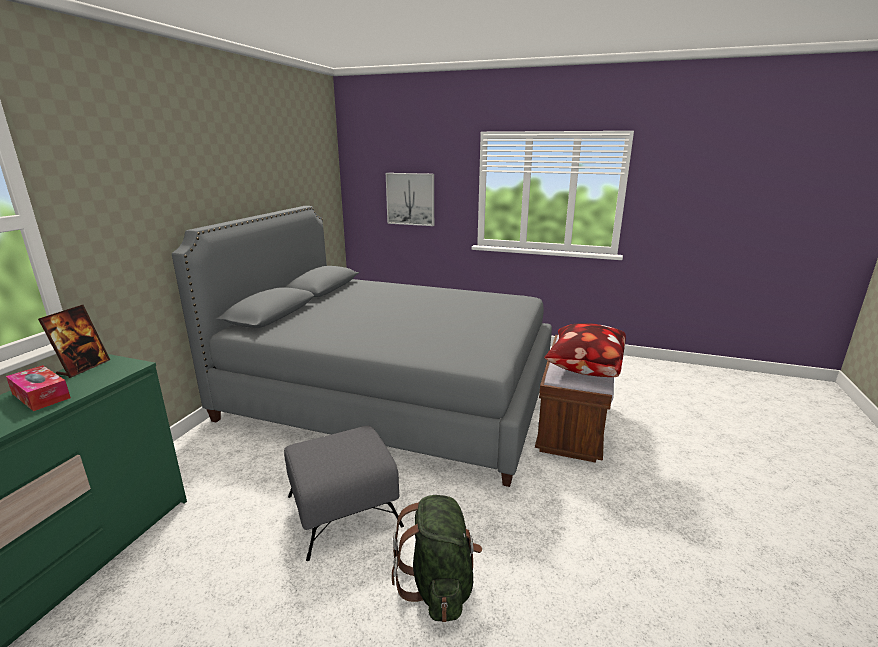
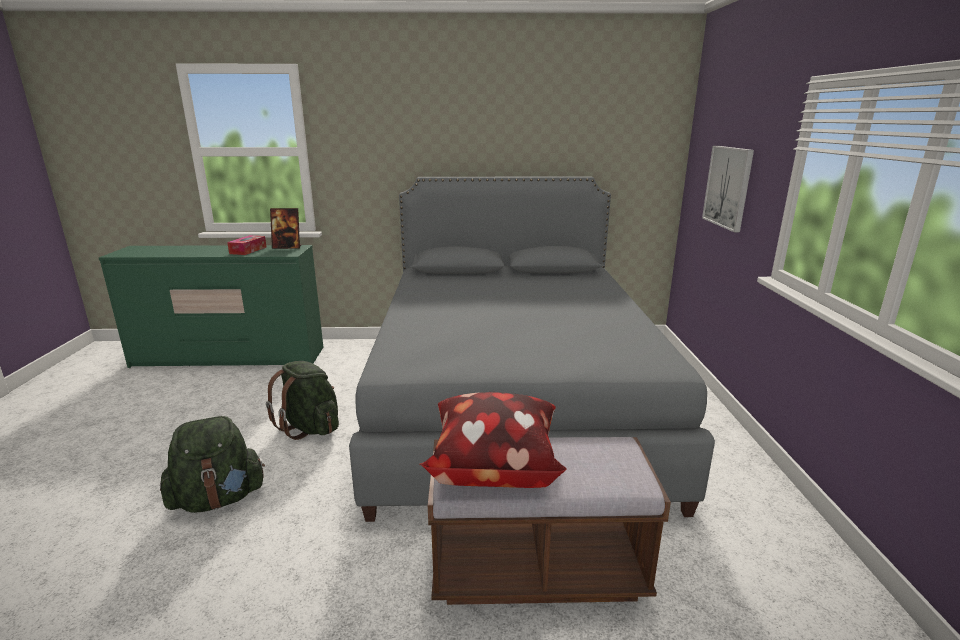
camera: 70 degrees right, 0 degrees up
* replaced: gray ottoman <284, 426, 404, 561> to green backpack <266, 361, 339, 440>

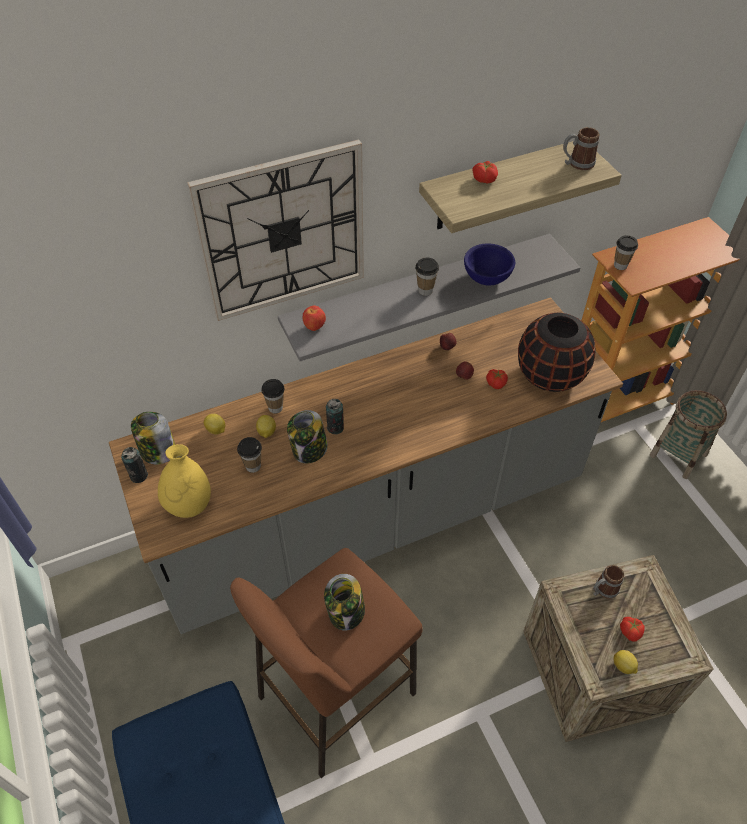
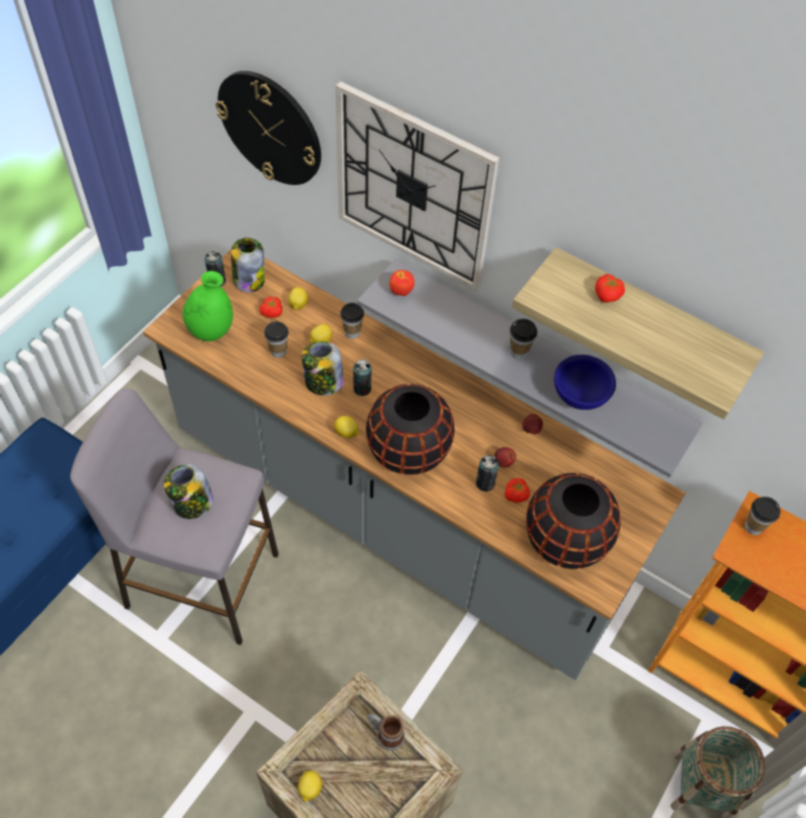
camera: 55 degrees right, 5 degrees up
* removed: tea mug <563, 127, 599, 170>
* added: hanging clock <216, 71, 321, 185>
* added: whole lemon <334, 416, 359, 438>
* added: black vase <366, 384, 455, 475>
* added: metal can <476, 455, 499, 492>
* moved: whole tomato <620, 617, 645, 642> to <260, 297, 282, 318>
* recoloured: yellow vase <158, 444, 211, 518> to green vase <183, 271, 233, 341>
* recoloured: brown stool seat <230, 548, 423, 778> to gray stool seat <70, 389, 279, 645>

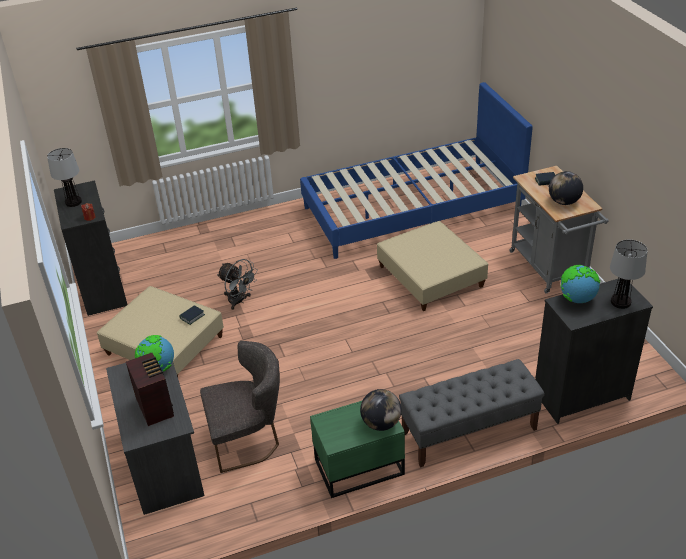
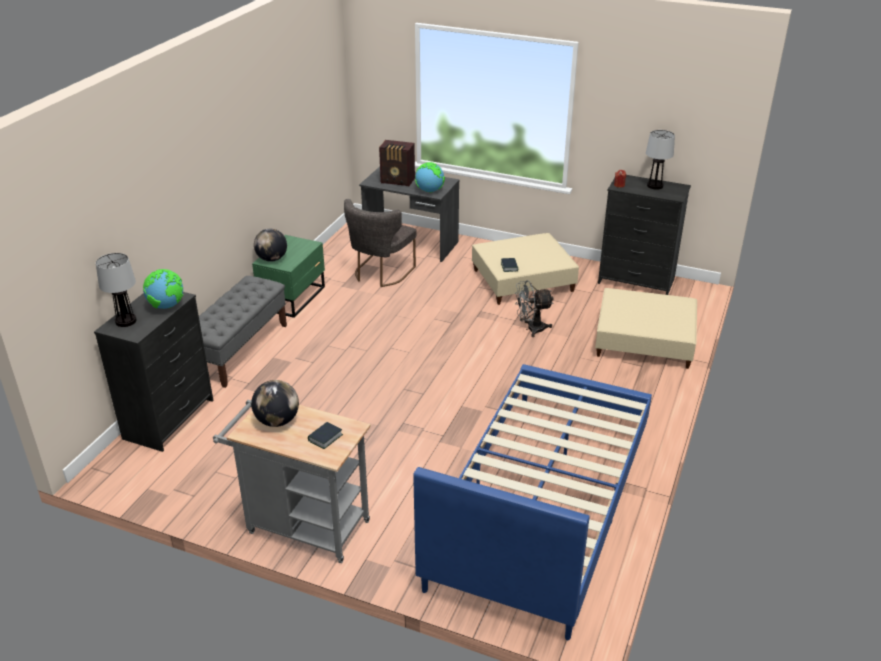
camera: 130 degrees right, 5 degrees down
* moved: sand-coloured ottoman <377, 221, 488, 311> to <595, 288, 697, 369>

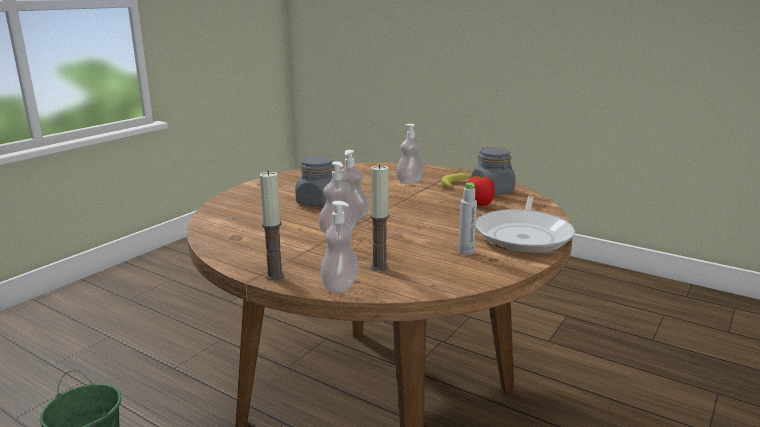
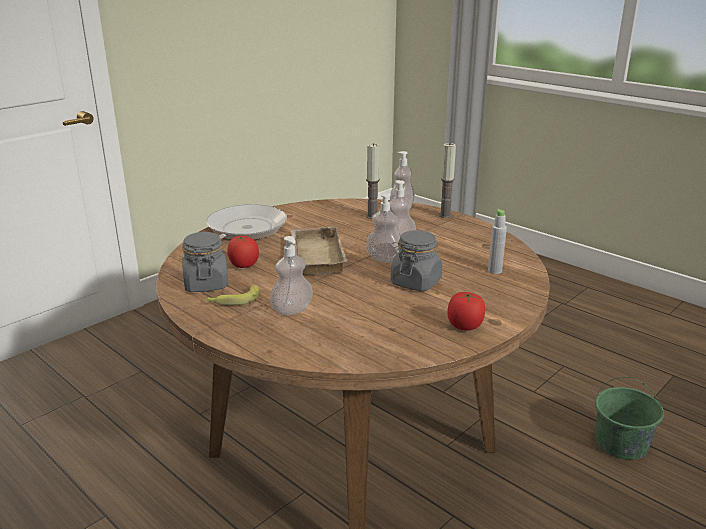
camera: 170 degrees left, 5 degrees up
* added: sand-coloured serving tray <290, 226, 347, 275>
* added: whole tomato <447, 292, 485, 331>
* moved: gray drink bottle <458, 182, 477, 255> to <488, 209, 507, 274>

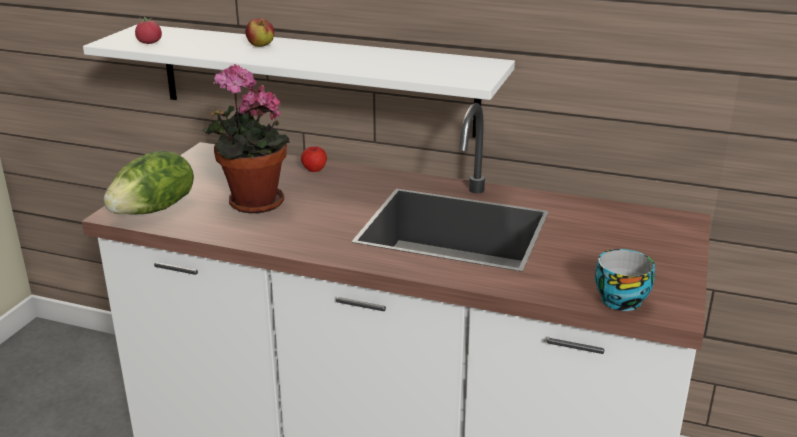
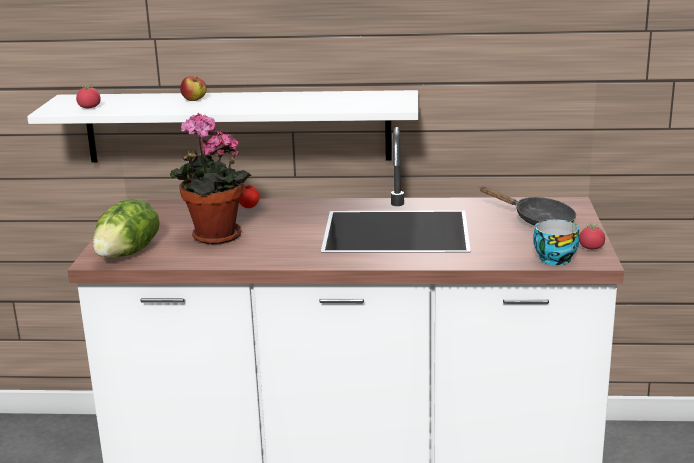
camera: 15 degrees left, 5 degrees down
* added: black frying pan <479, 186, 576, 226>
* added: whole tomato <579, 223, 605, 250>

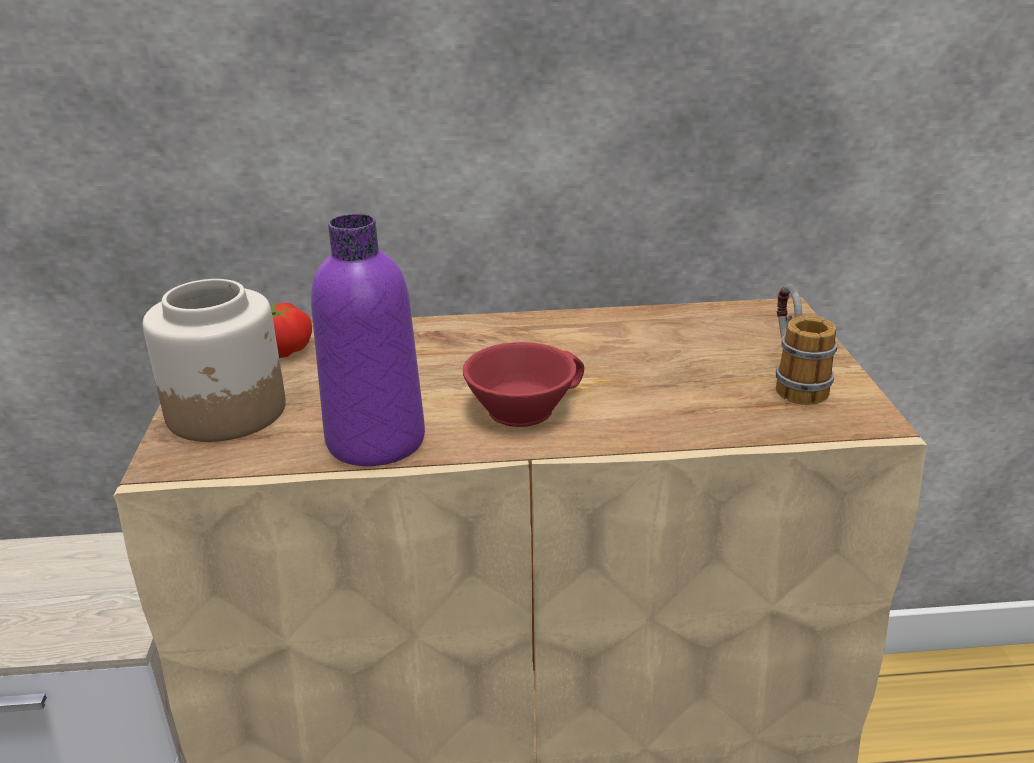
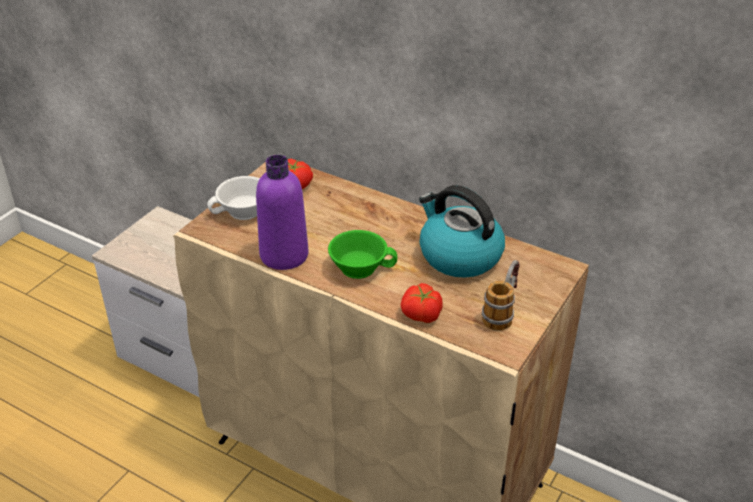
camera: 35 degrees right, 10 degrees up
* added: whole tomato <401, 283, 443, 323>
* added: kettle <419, 185, 505, 278>
* replaced: storage jar <143, 279, 286, 442> to white drinking cup <207, 176, 260, 220>
* recoloured: red drinking cup <463, 342, 584, 427> to green drinking cup <328, 230, 397, 279>

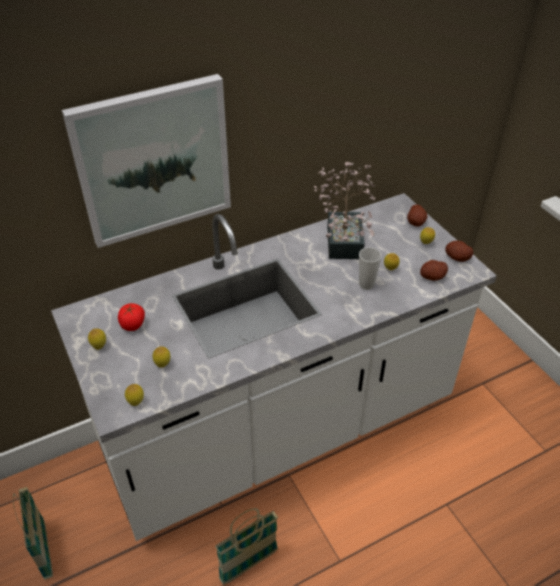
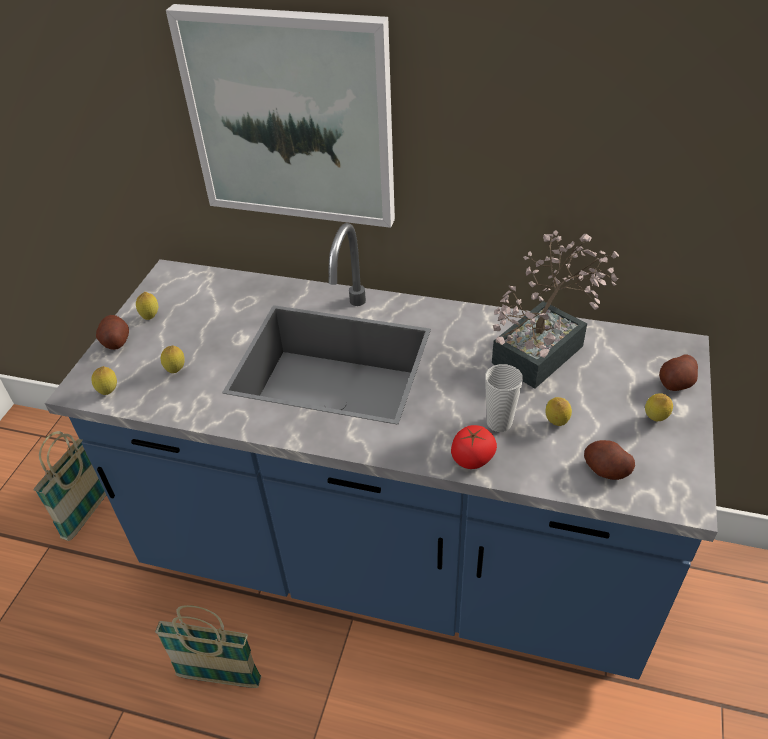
camera: 45 degrees right, 0 degrees up
* moved: whole tomato <118, 303, 145, 331> to <451, 425, 497, 469>
* moved: potato <445, 241, 473, 262> to <96, 315, 129, 350>
* recoloured: white counter <51, 193, 497, 541> to blue counter <45, 223, 718, 680>

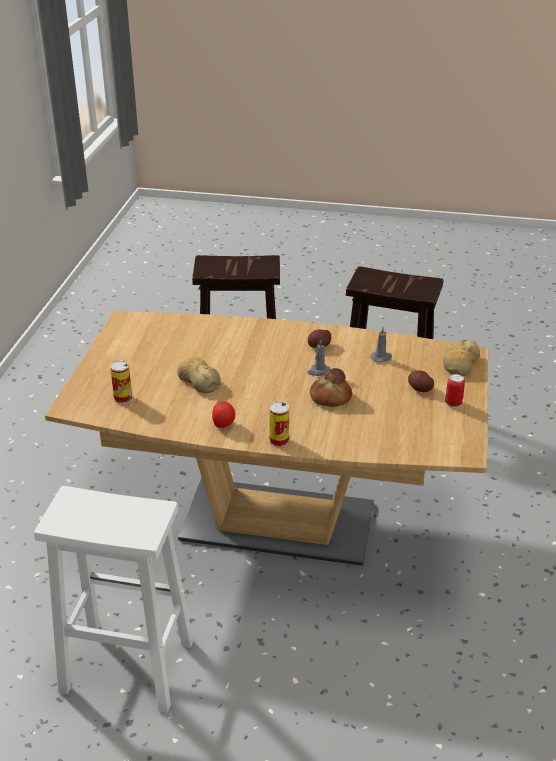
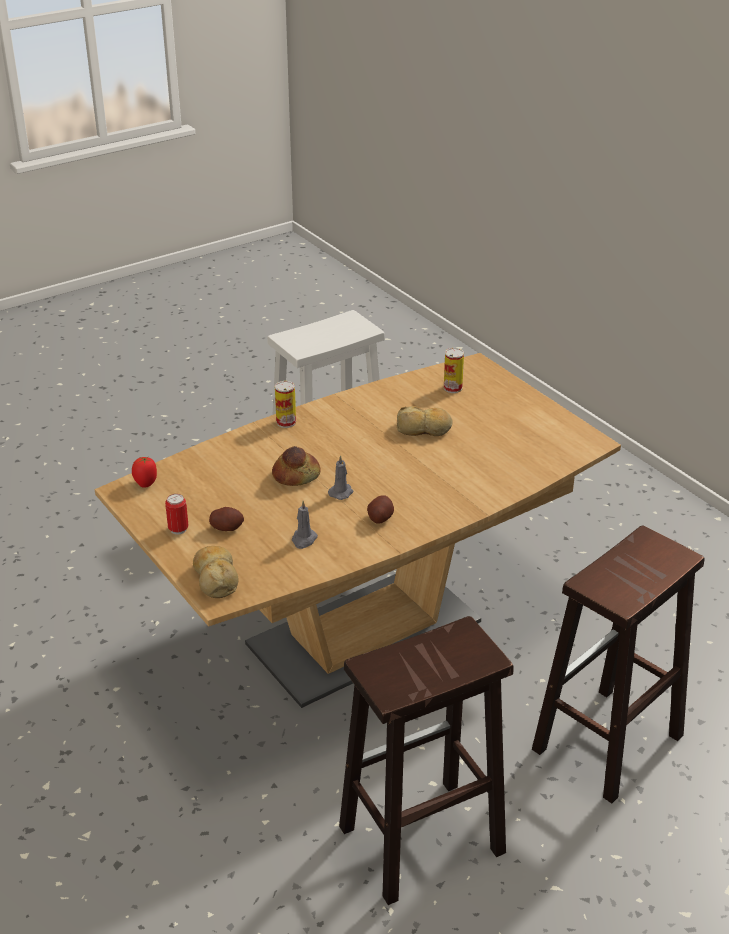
camera: 135 degrees right, 0 degrees up
* moved: whole tomato <212, 401, 235, 428> to <132, 456, 157, 488>

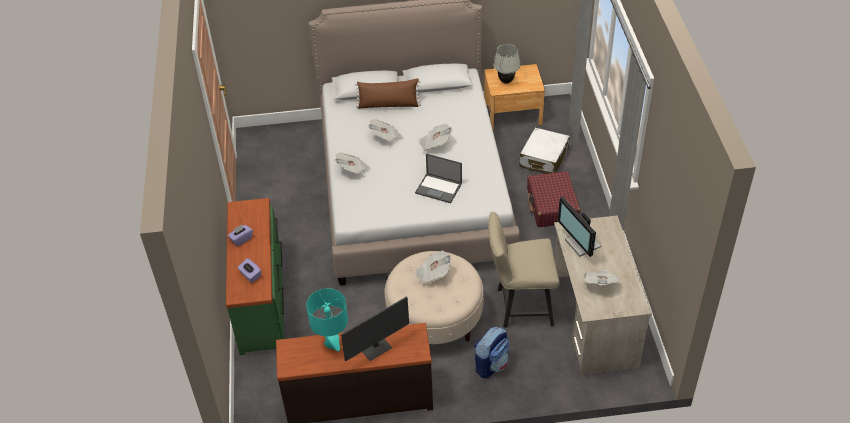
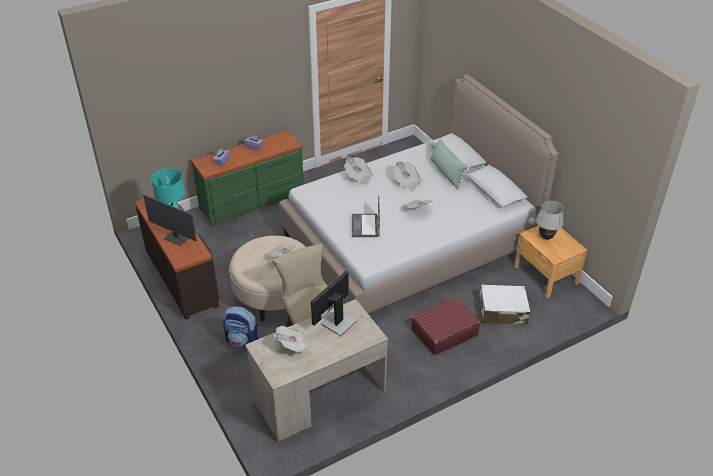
camera: 65 degrees right, 5 degrees down
* recoloured: brown throw pillow <355, 78, 421, 109> to green throw pillow <430, 138, 469, 189>

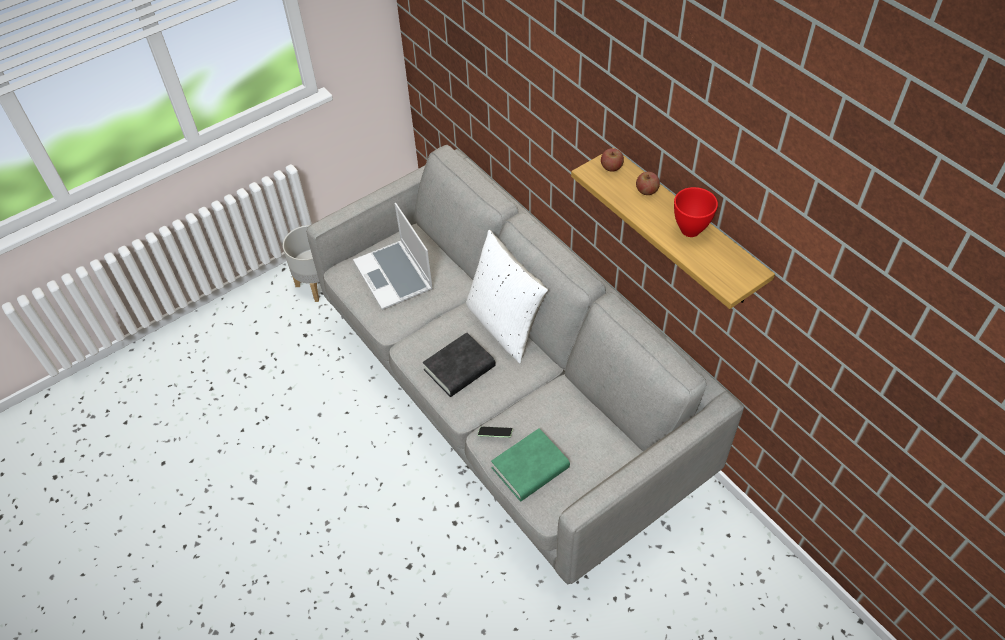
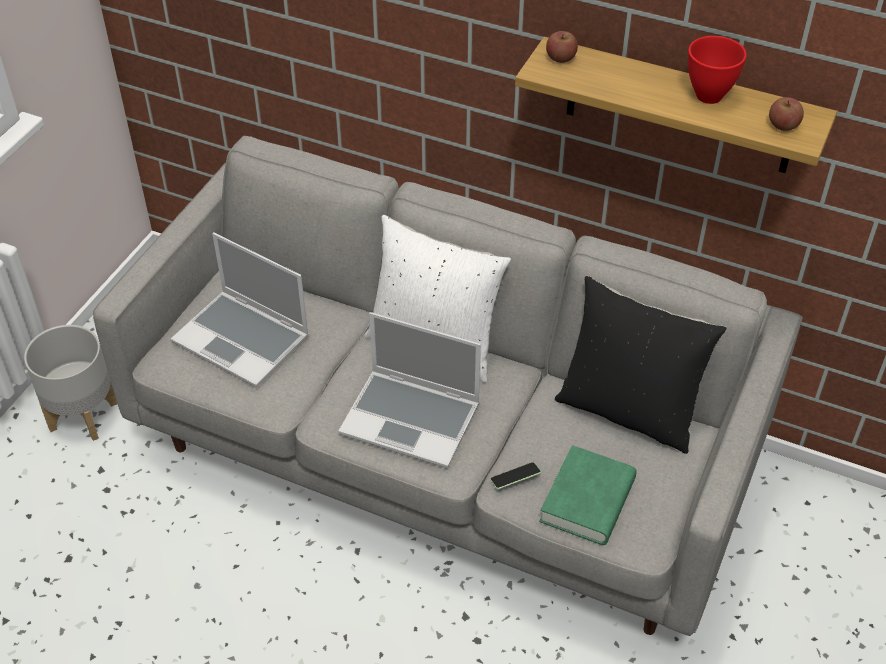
camera: 30 degrees left, 5 degrees down
* added: black throw pillow <555, 276, 727, 454>
* moved: apple fruit <636, 172, 660, 195> to <769, 97, 804, 131>
* replaced: black book <423, 332, 496, 397> to notebook computer <338, 312, 481, 468>

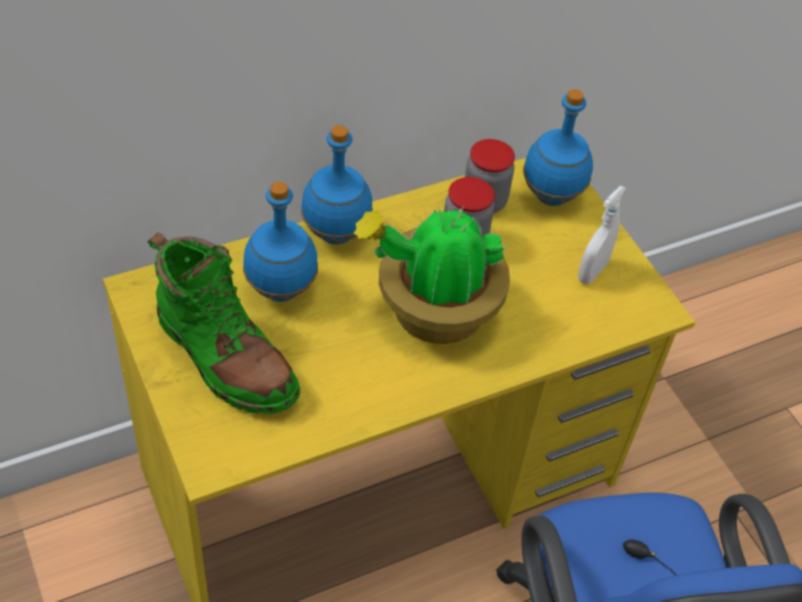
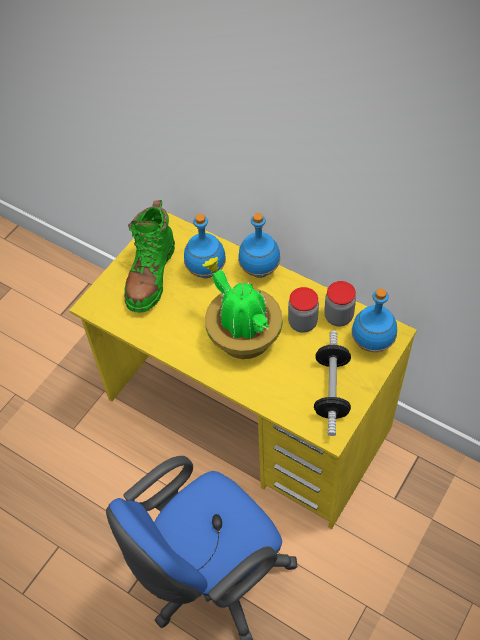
camera: 65 degrees right, 5 degrees up
* replaced: white hand sprayer <578, 186, 626, 284> to hand weight <314, 331, 351, 436>

